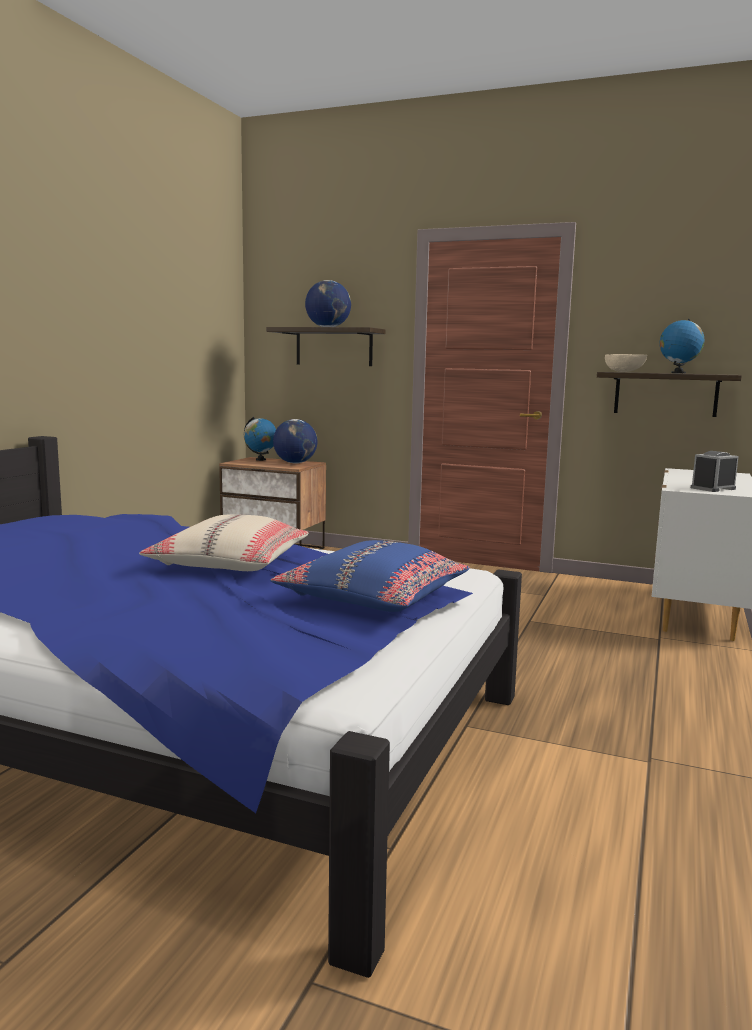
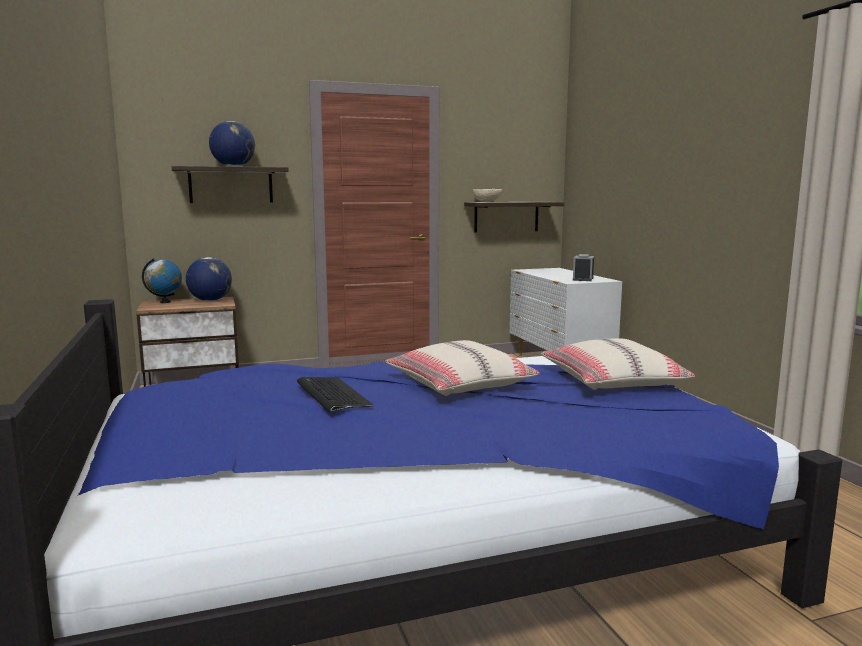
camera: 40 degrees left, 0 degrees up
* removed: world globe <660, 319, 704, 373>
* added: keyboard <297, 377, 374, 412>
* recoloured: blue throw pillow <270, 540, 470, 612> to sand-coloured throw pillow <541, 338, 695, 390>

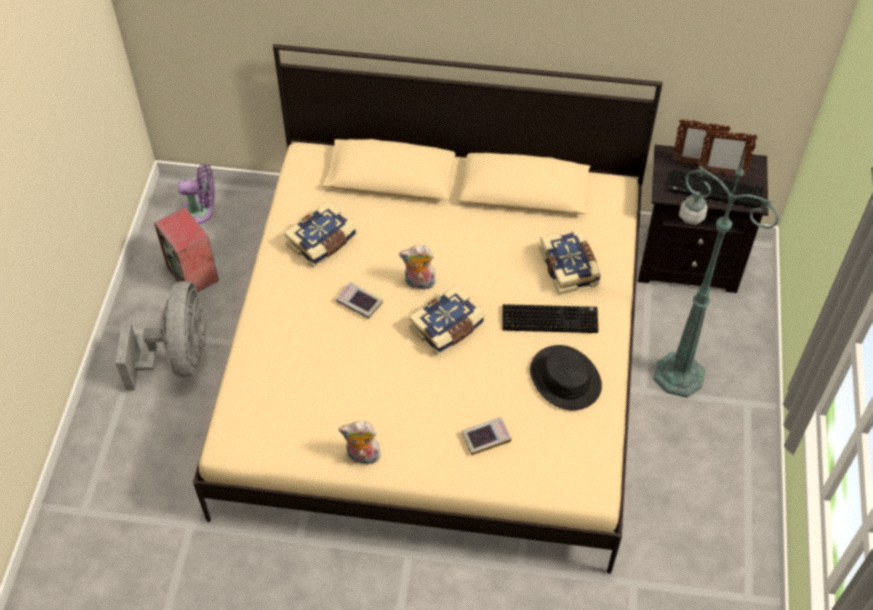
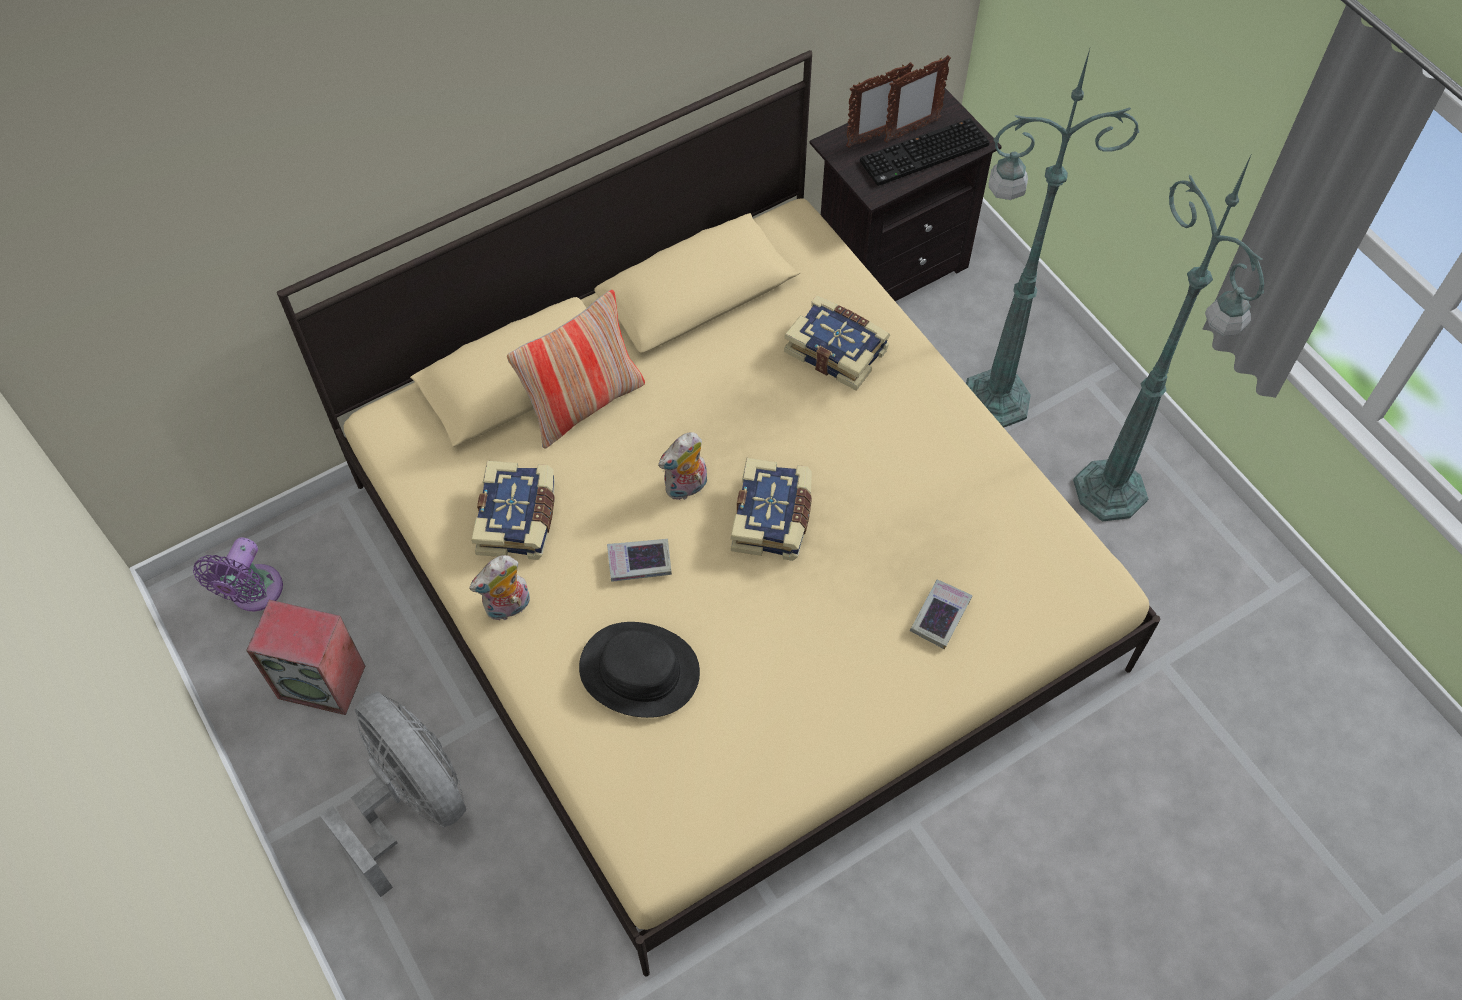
camera: 40 degrees left, 5 degrees up
* removed: keyboard <502, 304, 598, 333>
* added: throw pillow <507, 290, 645, 449>
* added: green standard lamp <1073, 156, 1264, 522>
* moved: plush toy <338, 421, 382, 465> to <469, 555, 530, 622>
* moved: black wearable hat <530, 345, 602, 411> to <579, 622, 700, 718>
* turned: purple electric fan <178, 164, 215, 224> = <193, 537, 283, 611> 150 degrees clockwise

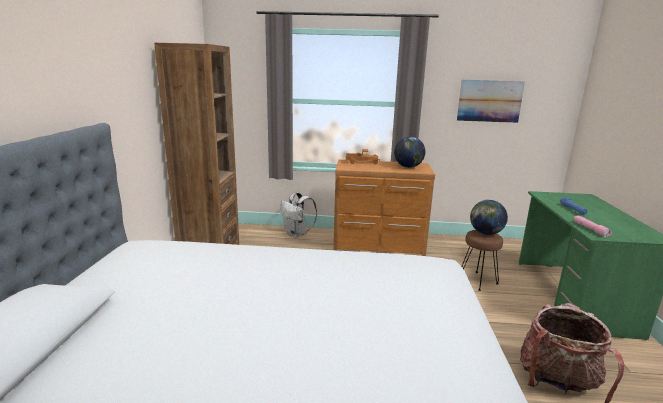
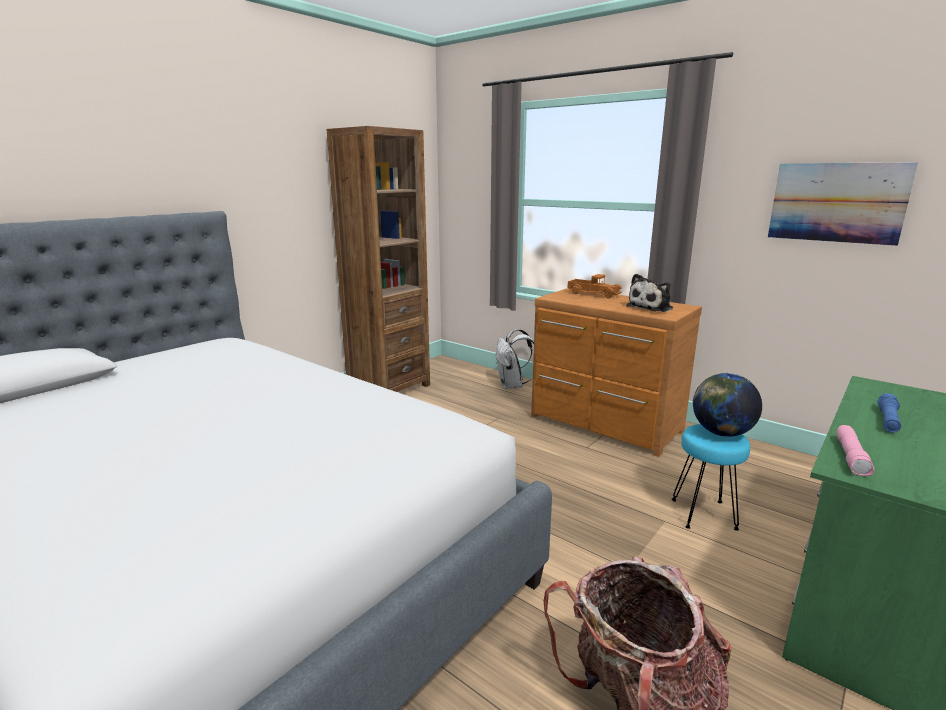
camera: 35 degrees right, 0 degrees up
* replaced: world globe <394, 137, 425, 168> to plush toy <626, 274, 673, 312>
* recoloured: brown stool seat <461, 230, 503, 291> to turquoise stool seat <672, 424, 750, 531>

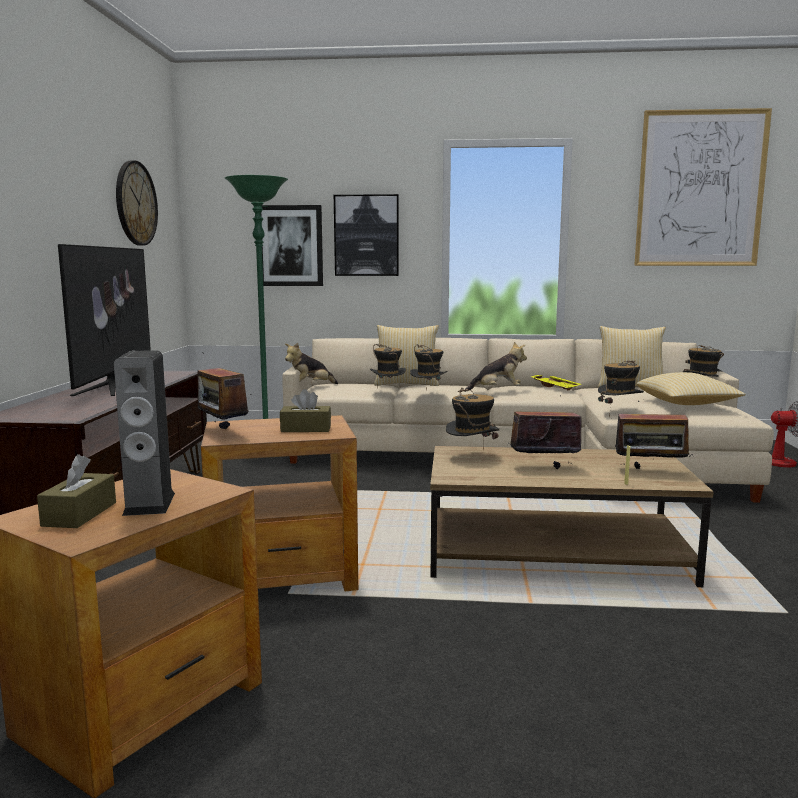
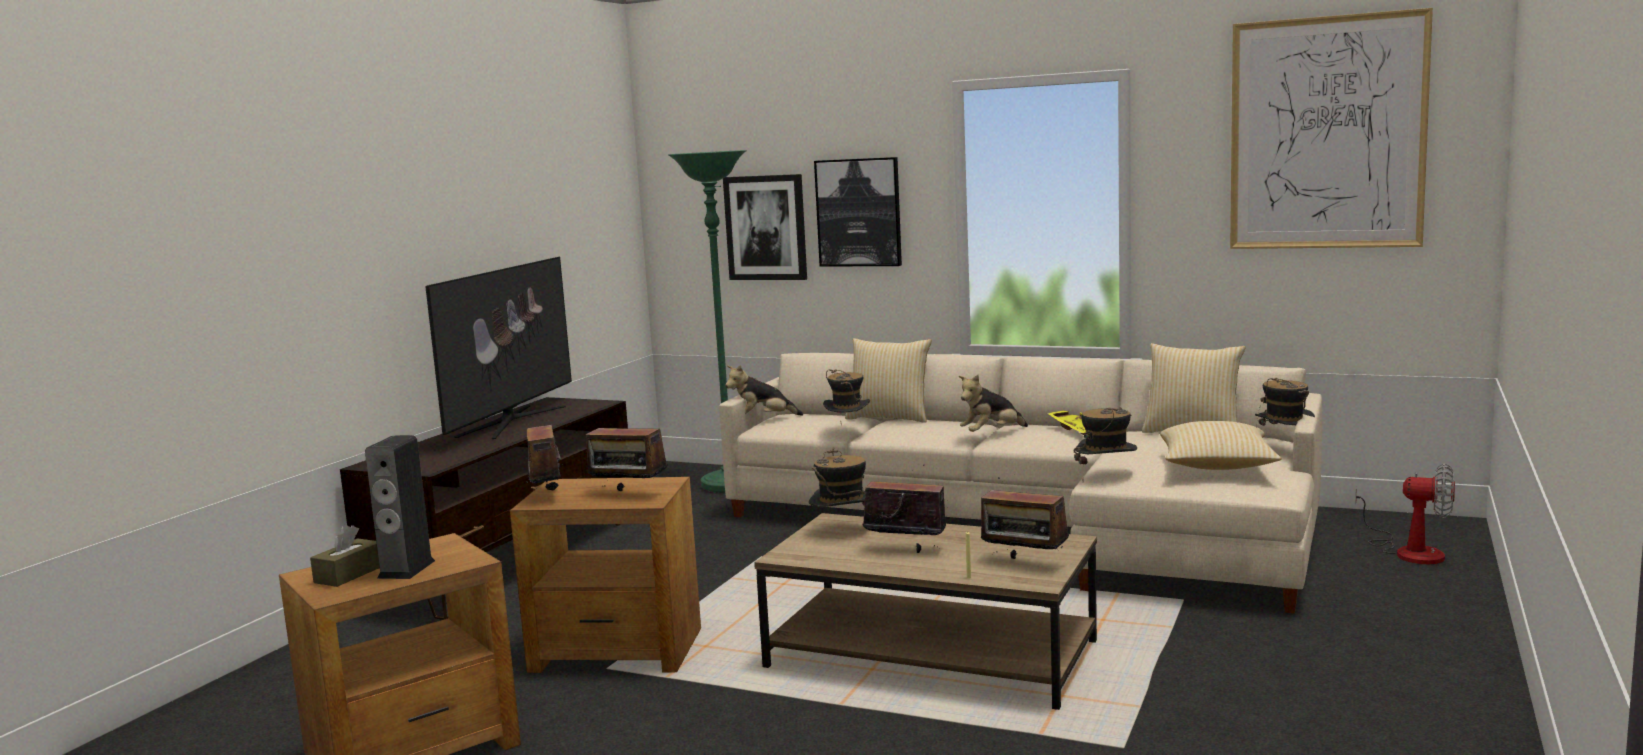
camera: 20 degrees right, 0 degrees up
* removed: hanging clock <116, 160, 158, 246>
* removed: wearable hat <410, 345, 448, 391>
* replaced: brown tissue holder <280, 389, 331, 432> to radio receiver <586, 414, 668, 491>
* turned: plush toy <465, 342, 527, 392> = <959, 375, 1028, 432> 135 degrees clockwise

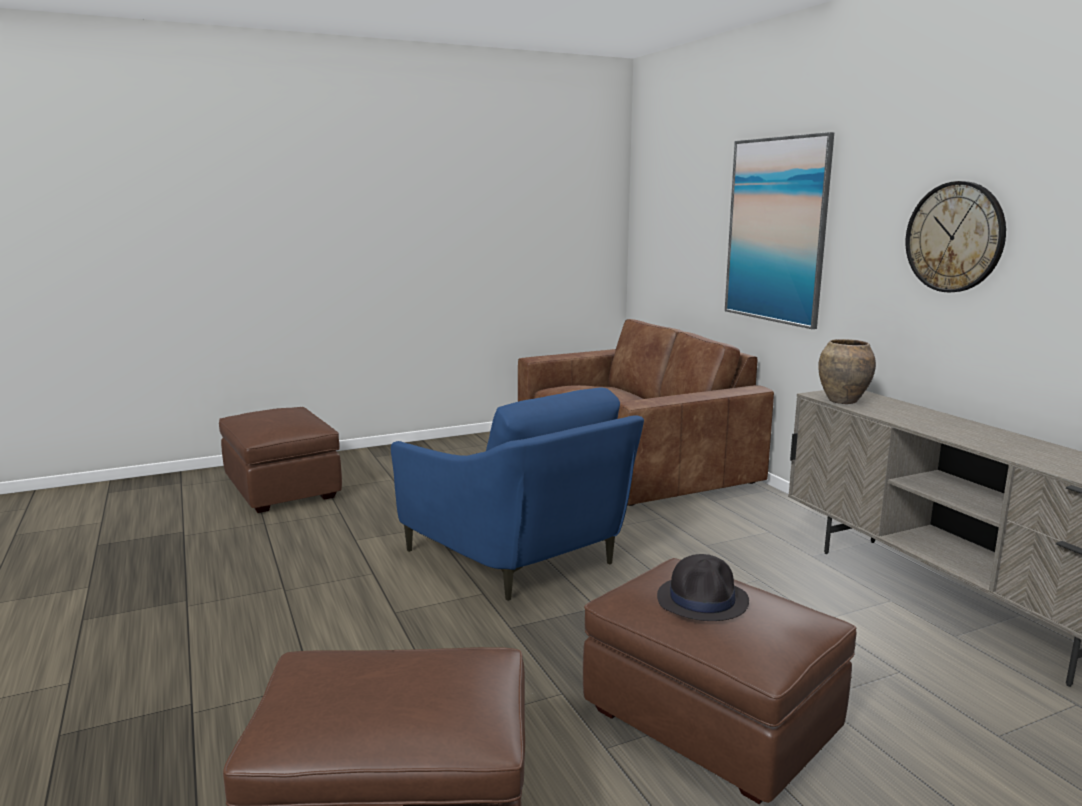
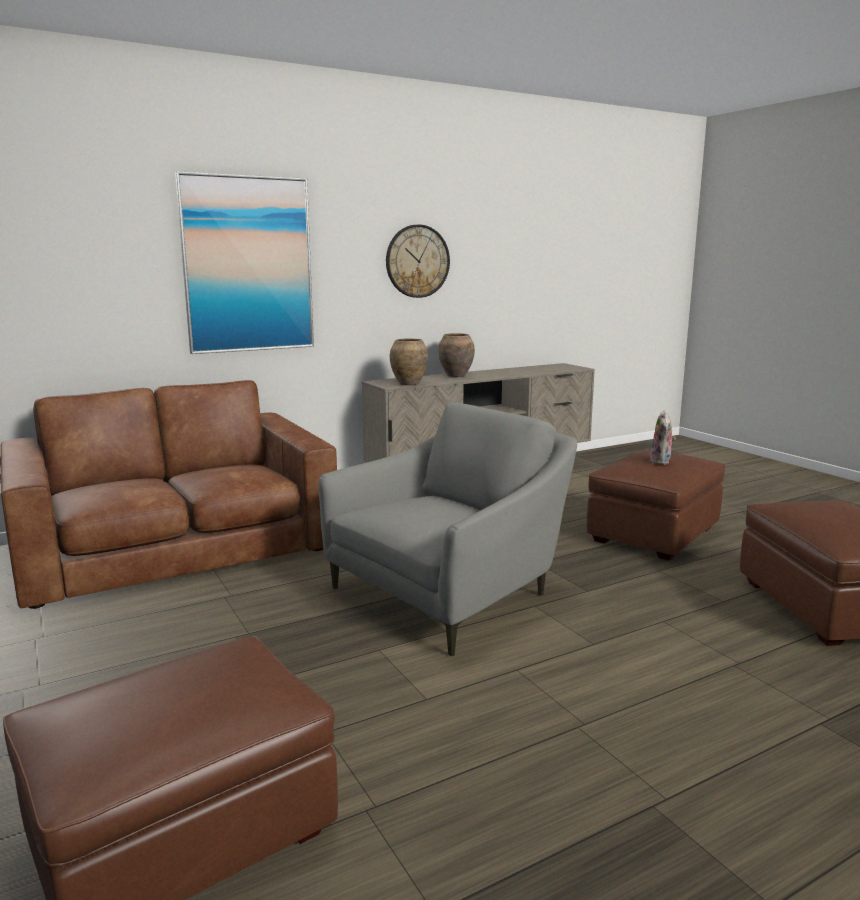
camera: 95 degrees left, 0 degrees up
* added: brown vase <438, 333, 475, 377>
* replaced: black wearable hat <657, 554, 749, 621> to plush toy <650, 411, 676, 465>
* recoloured: blue armchair <391, 387, 644, 601> to gray armchair <318, 402, 577, 656>

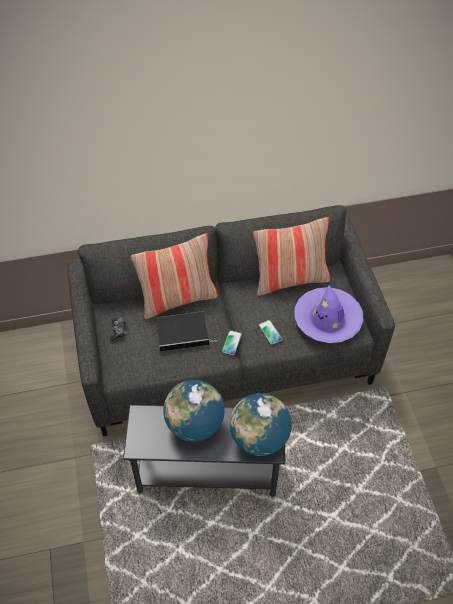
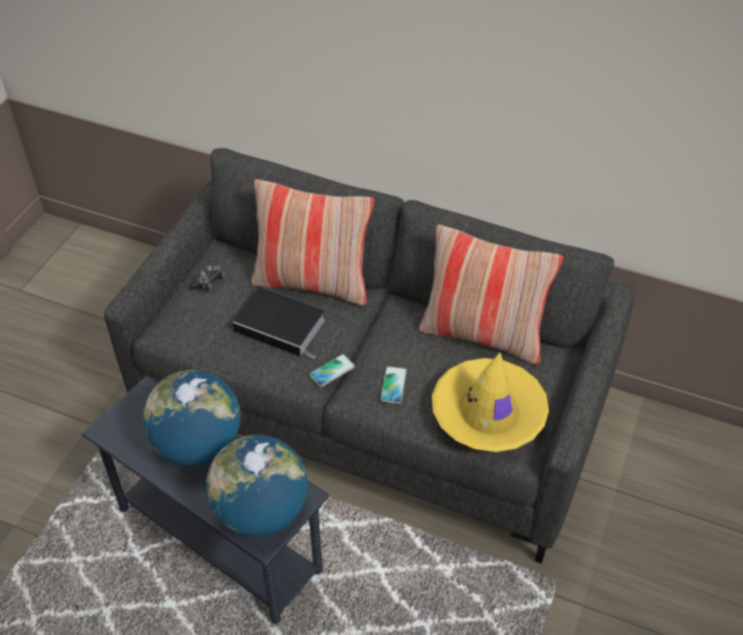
camera: 35 degrees right, 5 degrees down
* recoloured: purple wearable hat <294, 285, 363, 343> to yellow wearable hat <432, 353, 549, 452>

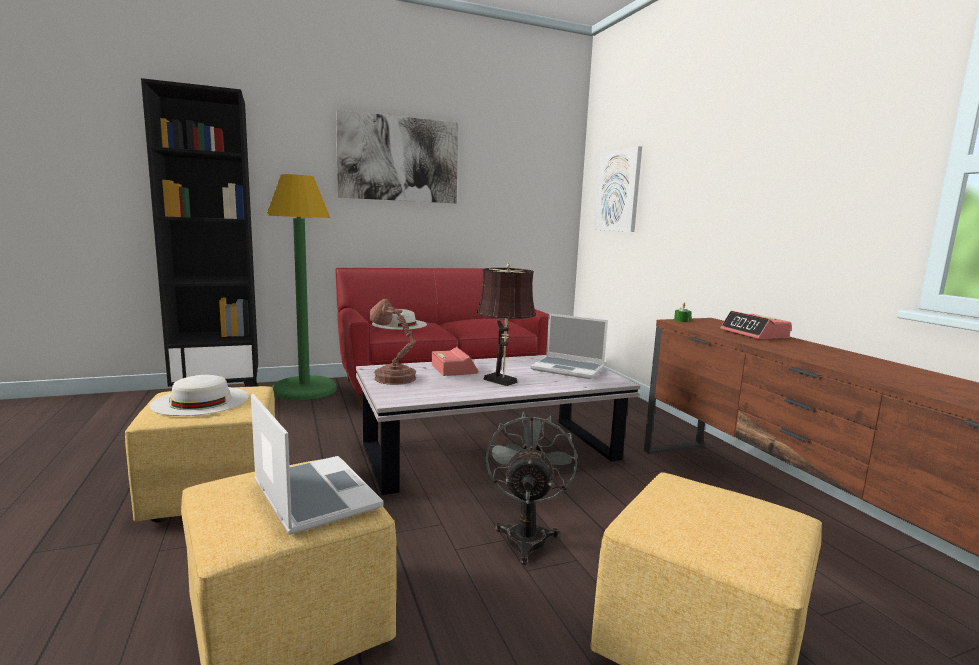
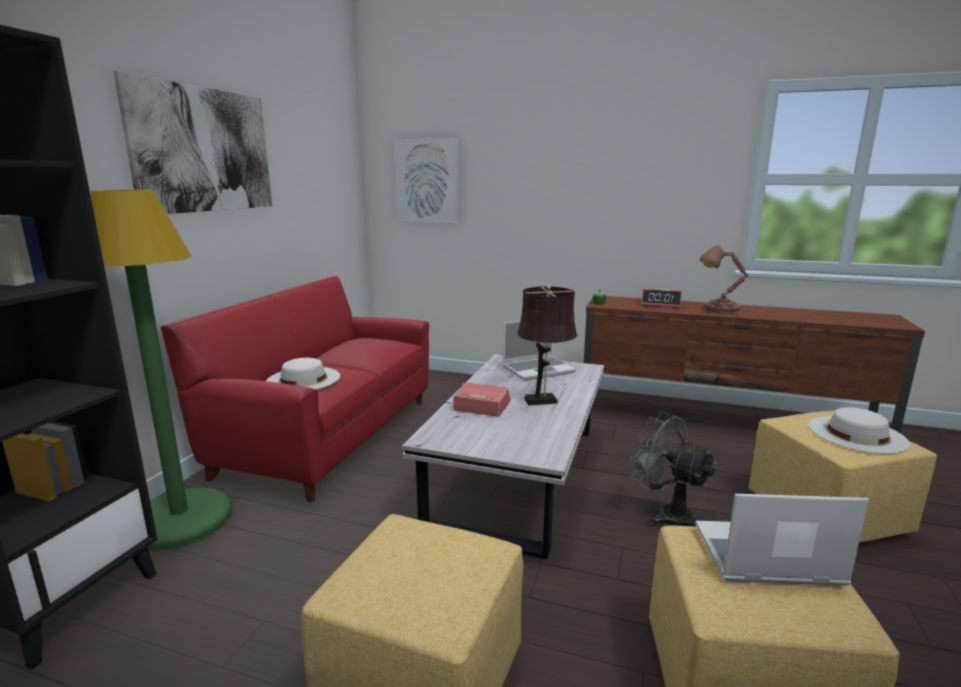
camera: 50 degrees left, 5 degrees up
* moved: white wearable hat <150, 375, 249, 416> to <809, 407, 910, 454>
* moved: brown lamp for a table <369, 299, 416, 385> to <700, 245, 749, 315>

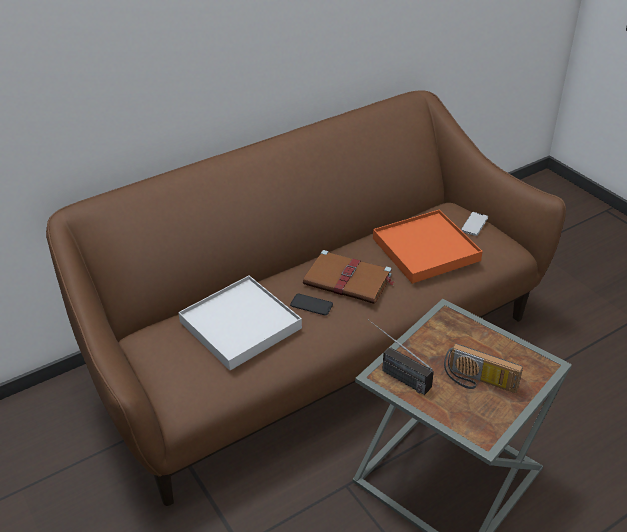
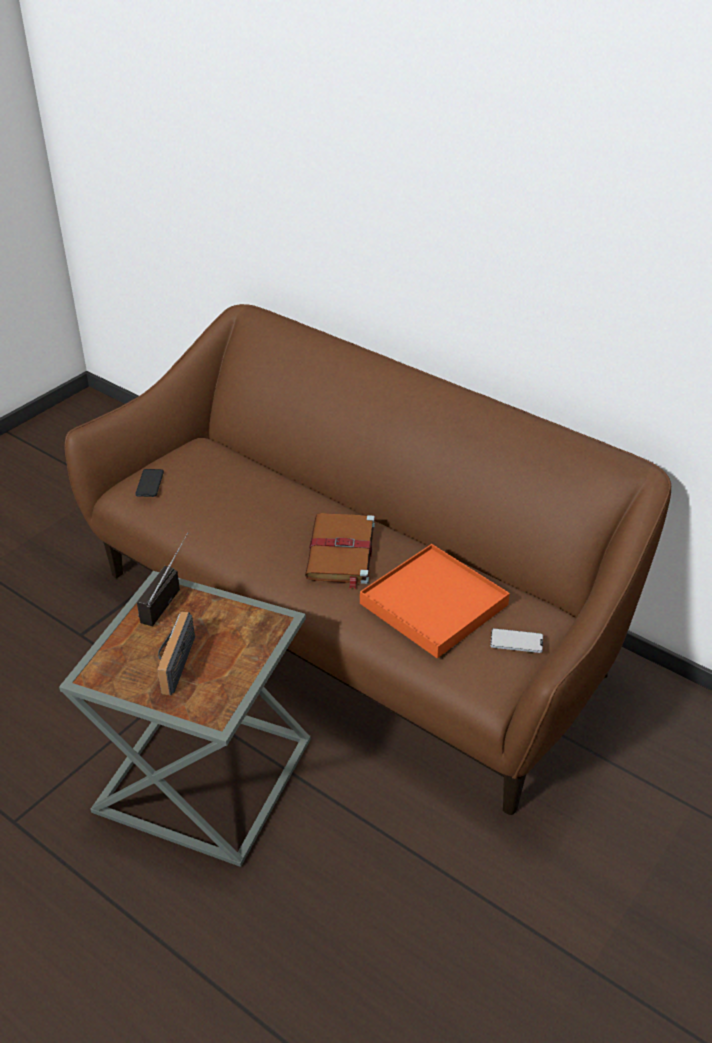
camera: 70 degrees right, 0 degrees up
* removed: white serving tray <178, 276, 302, 370>
* moved: phone <290, 294, 333, 315> to <135, 469, 164, 497>

